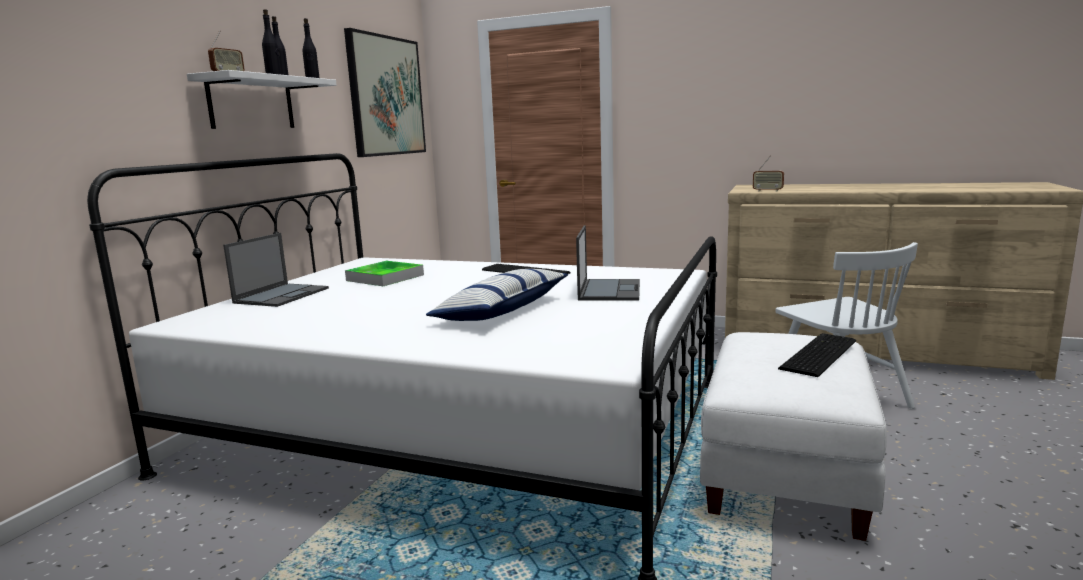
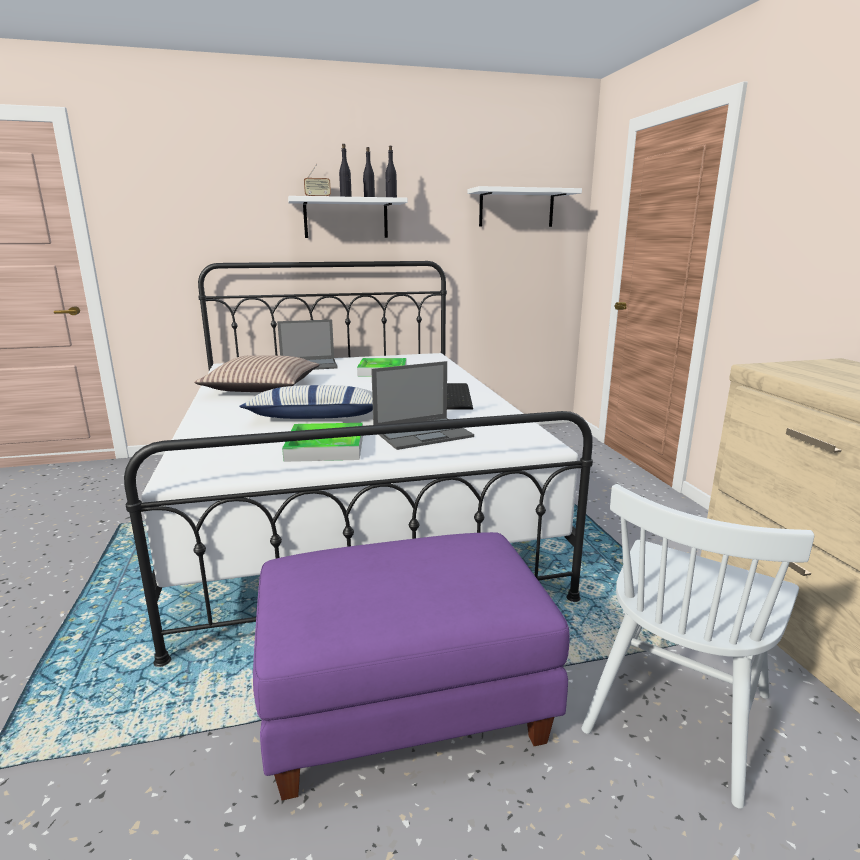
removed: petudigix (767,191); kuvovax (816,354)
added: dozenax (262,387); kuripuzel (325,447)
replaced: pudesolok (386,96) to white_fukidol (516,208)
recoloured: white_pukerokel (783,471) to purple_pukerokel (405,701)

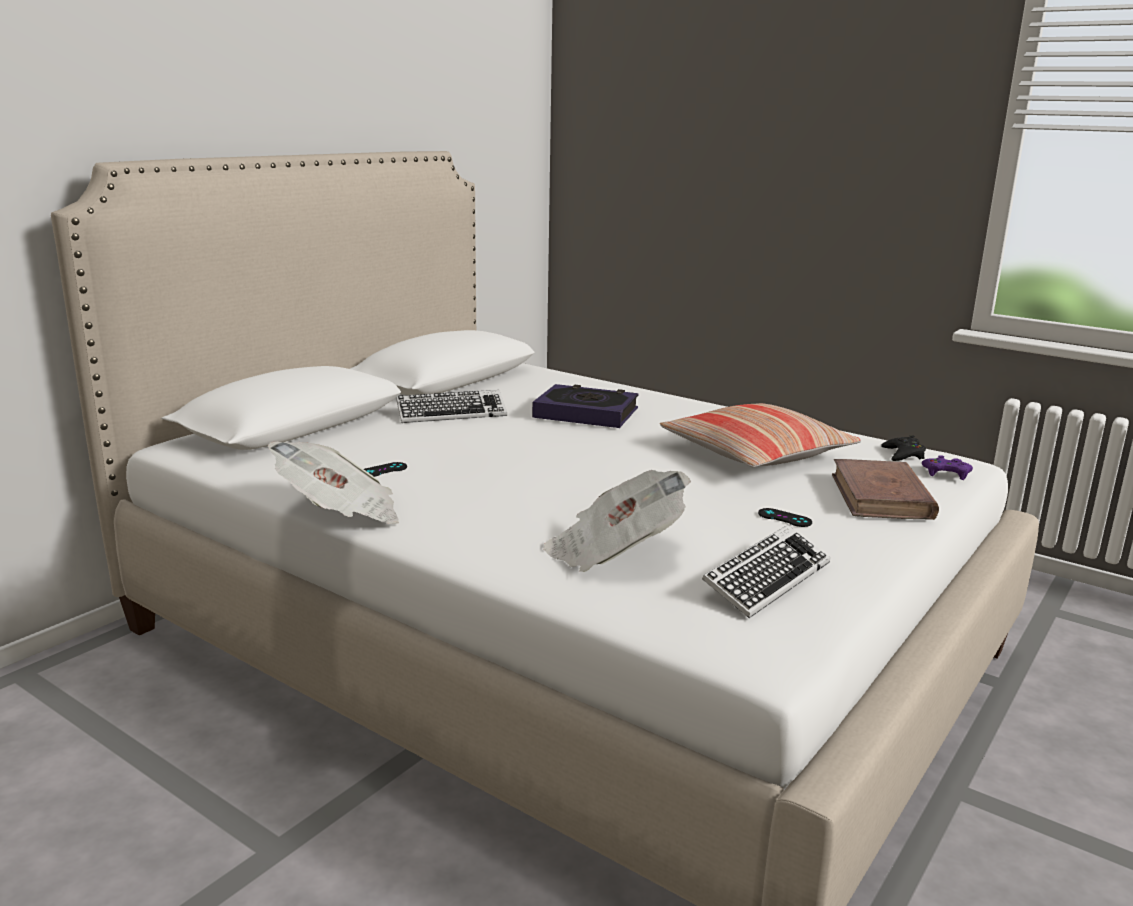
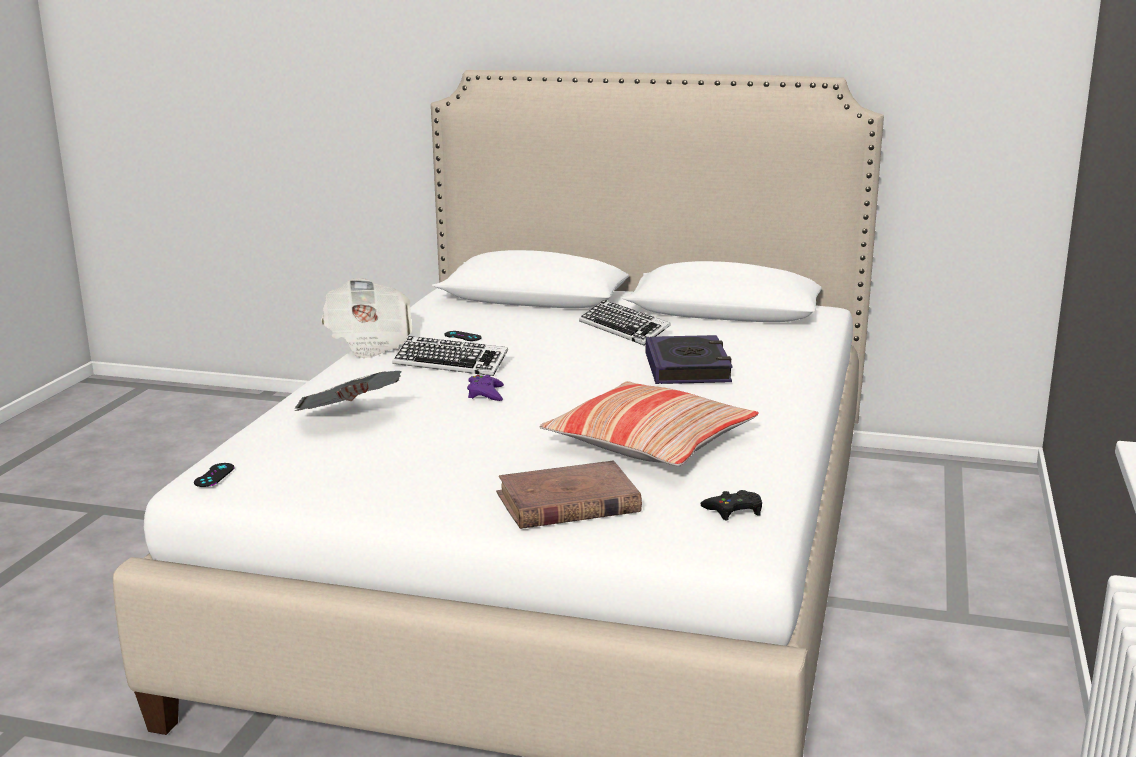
moved: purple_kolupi (946,473) to (485,393); black_kolupi (784,518) to (214,475); kuvovax (766,579) to (450,363)

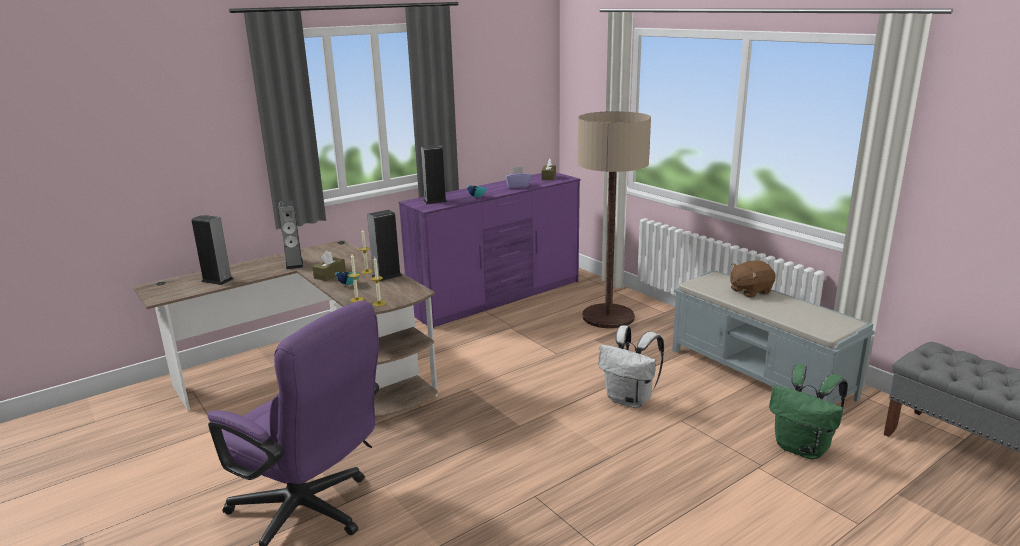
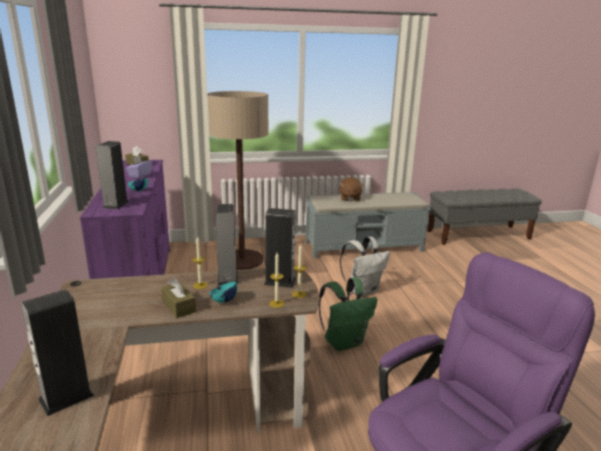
moved: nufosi (294,264) to (280,281); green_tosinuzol (803,448) to (344,342)

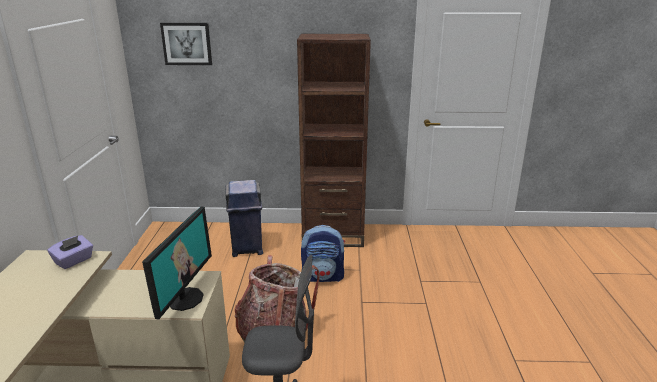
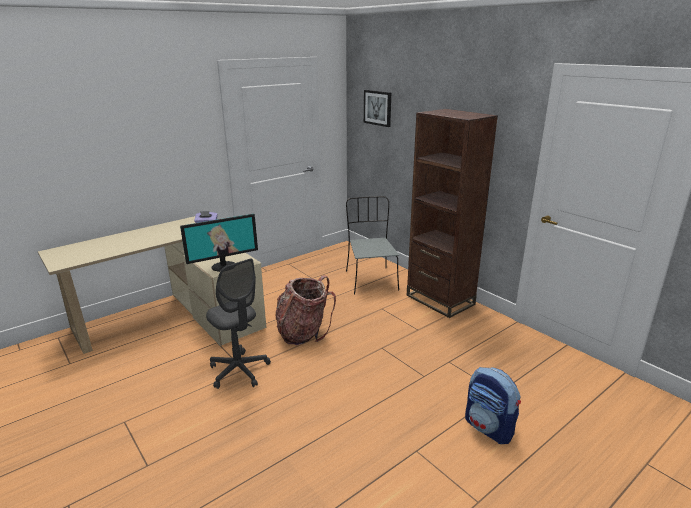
moved: tosinuzol (323,276) to (489,428)
replaced: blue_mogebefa (247,248) to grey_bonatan (370,280)

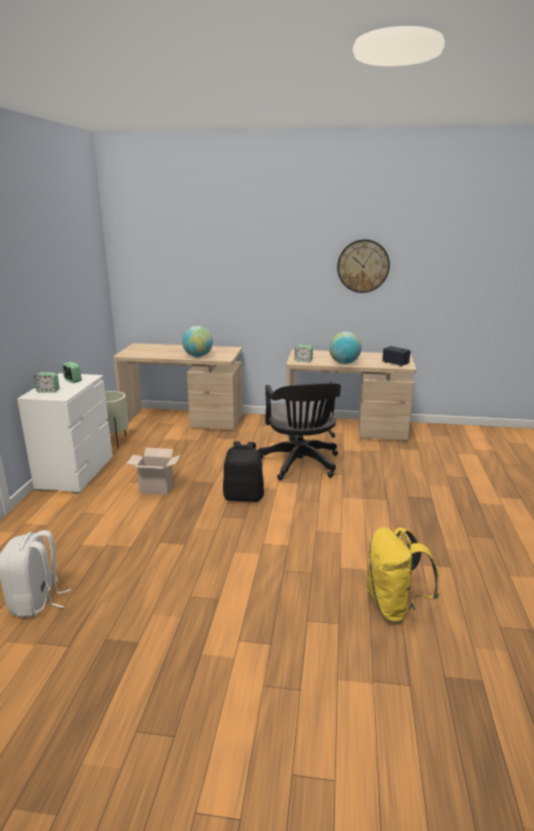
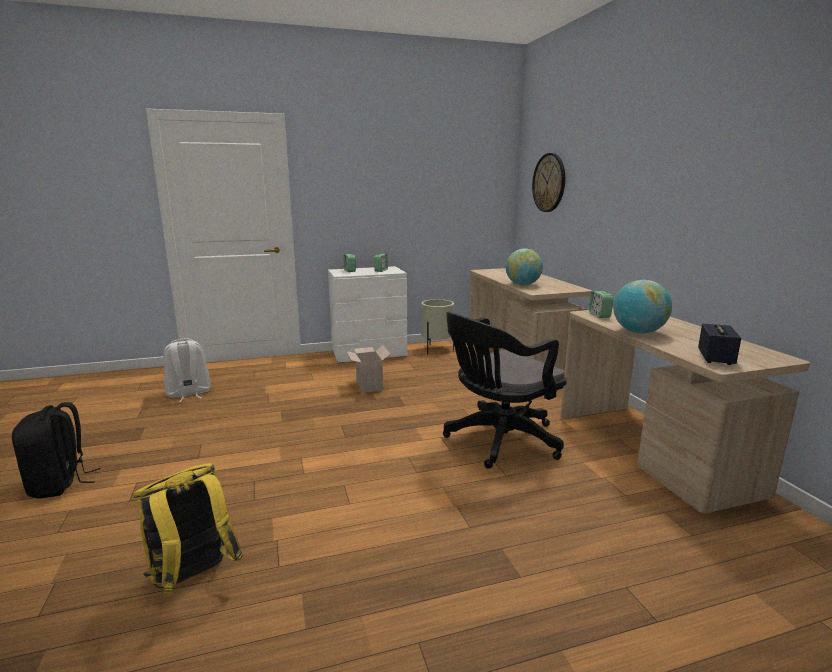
moved: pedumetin (363,266) to (549,182); black_tosinuzol (244,496) to (60,484)

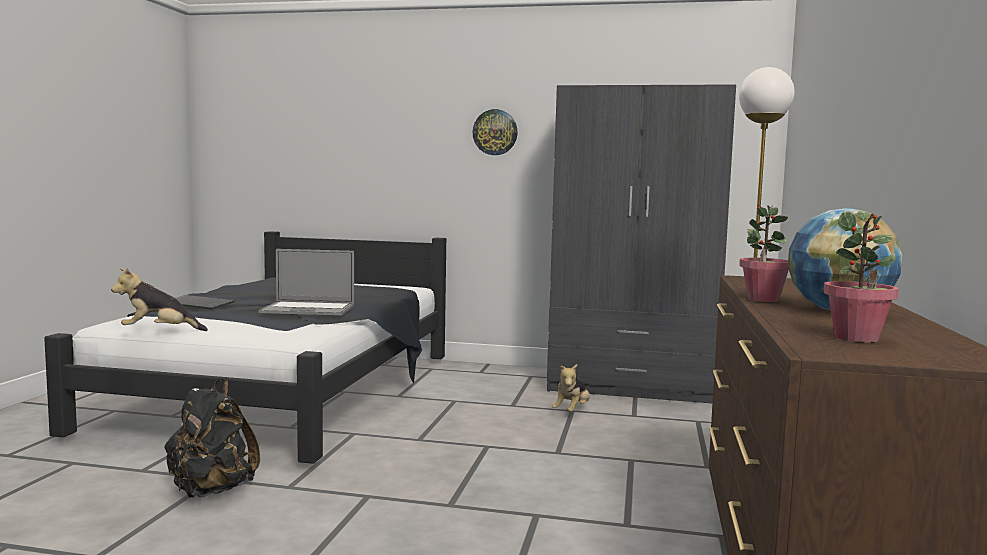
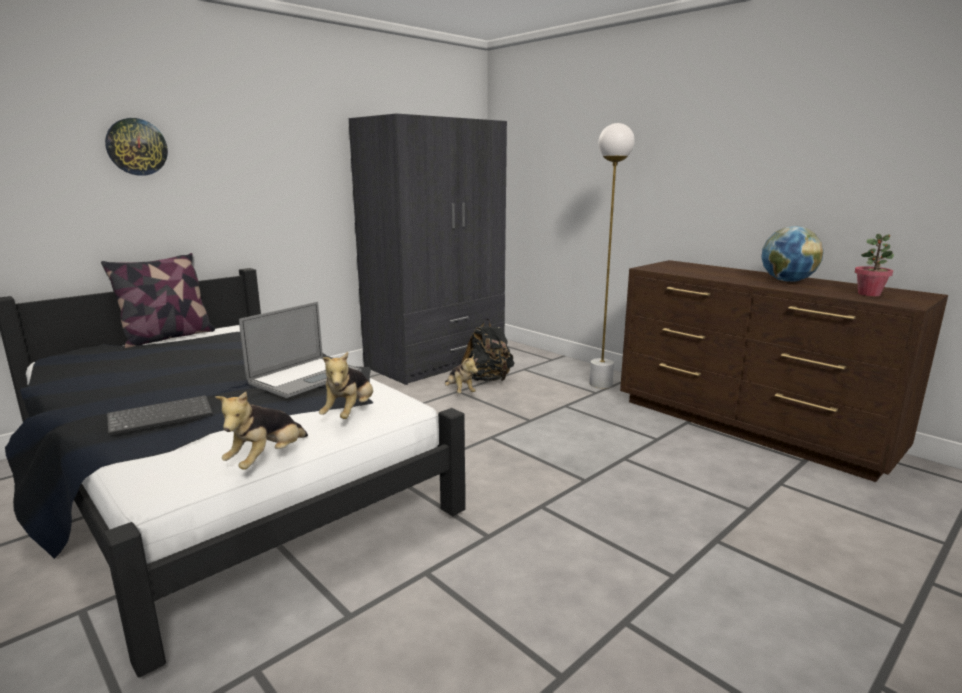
removed: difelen (763,299)
added: dozenax (167,337); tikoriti (350,413)
moved: pedumetin (495,132) to (136,147); black_tosinuzol (211,491) to (488,380)

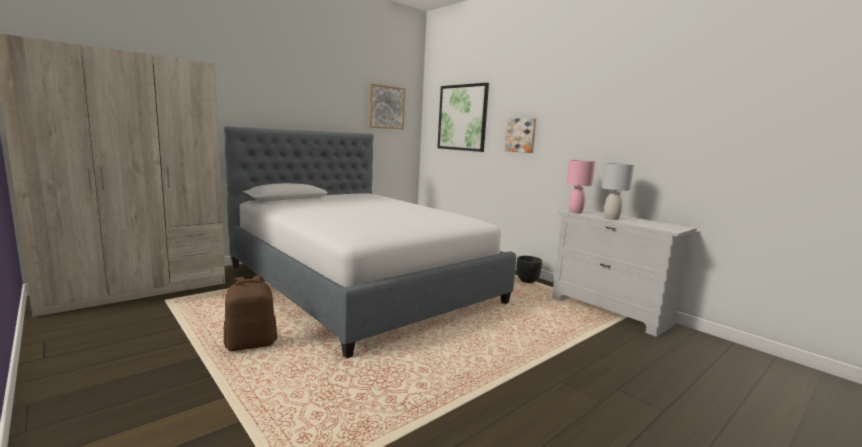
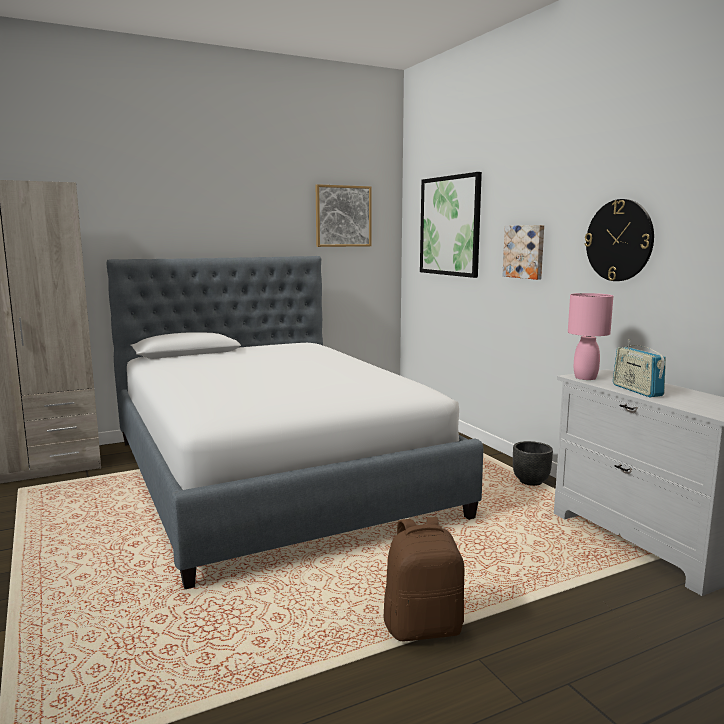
added: pedumetin (619,240)
moved: brown_tosinuzol (251,344) to (423,627)
replaced: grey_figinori (611,218) to petudigix (636,390)

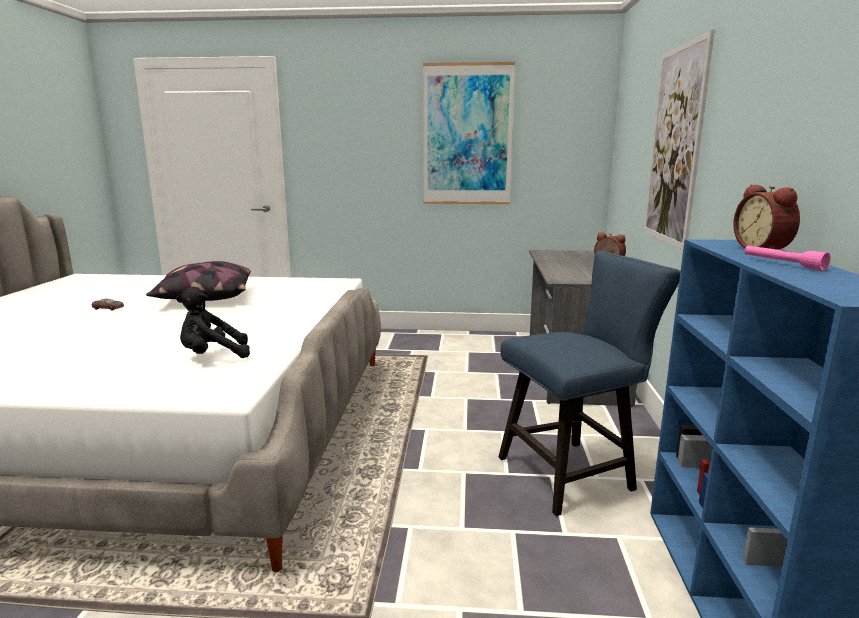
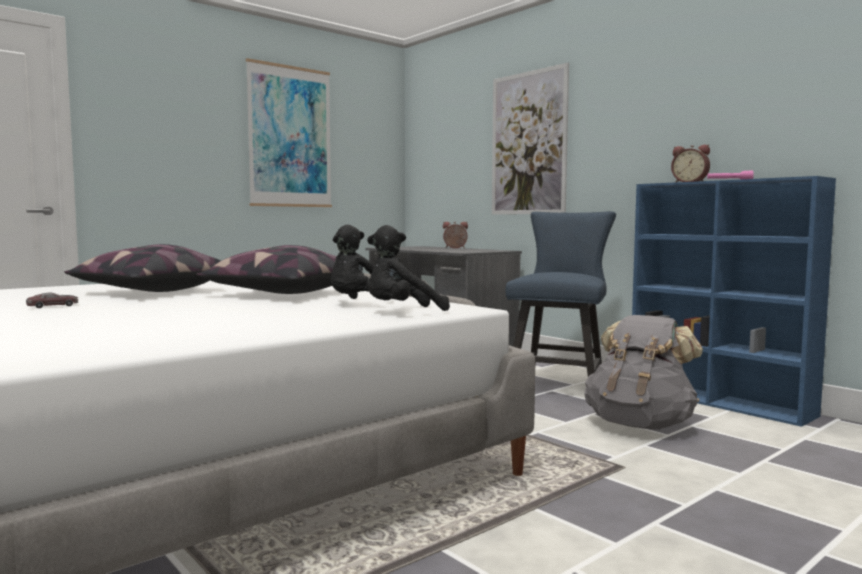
added: black_tikoriti (402,312); dozenax (282,294); grey_tosinuzol (640,425)

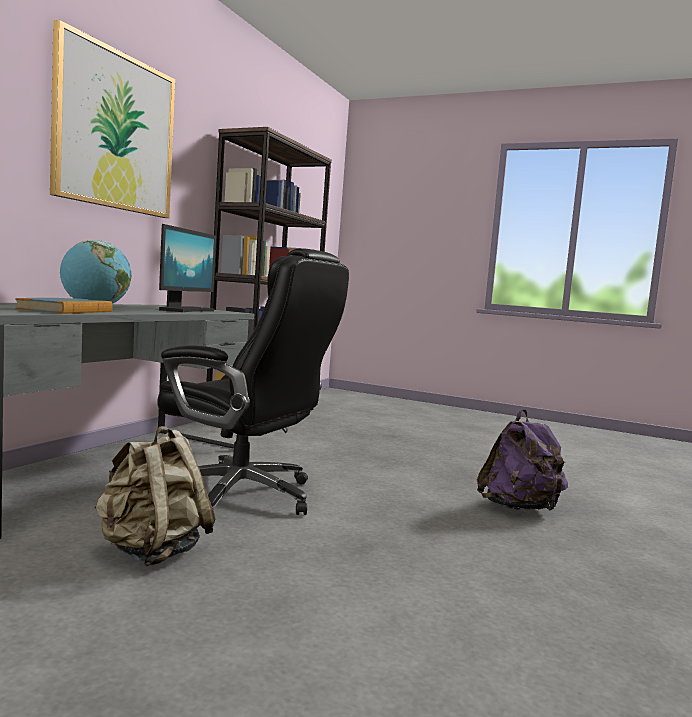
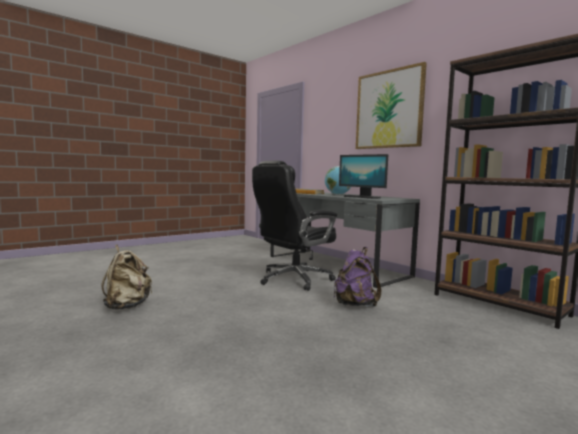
moved: purple_tosinuzol (519,508) to (355,305); beige_tosinuzol (152,551) to (127,306)

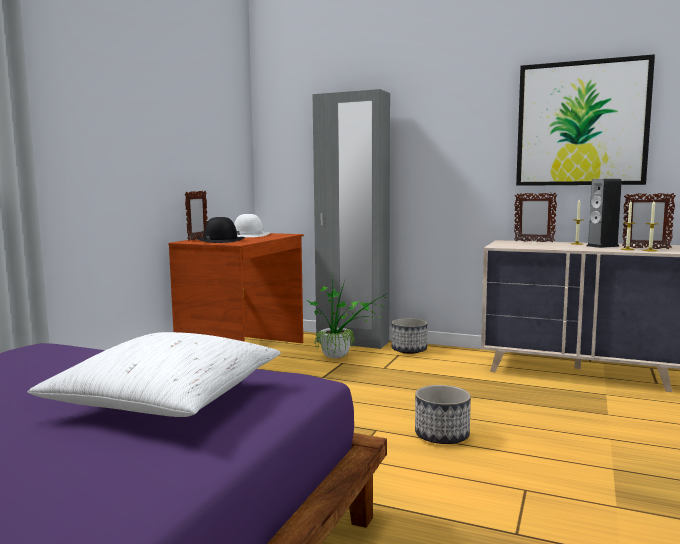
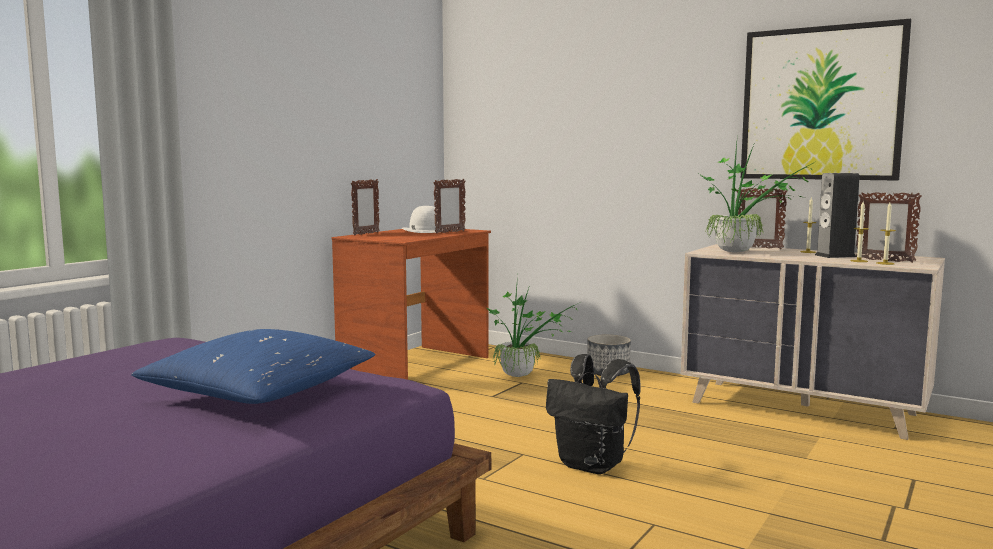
removed: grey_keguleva (352,342); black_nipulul (220,240)
added: difelen (743,252); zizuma (449,232)
replaced: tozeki (442,436) to black_tosinuzol (593,465)
recoloured: white_dozenax (167,399) to blue_dozenax (259,392)

